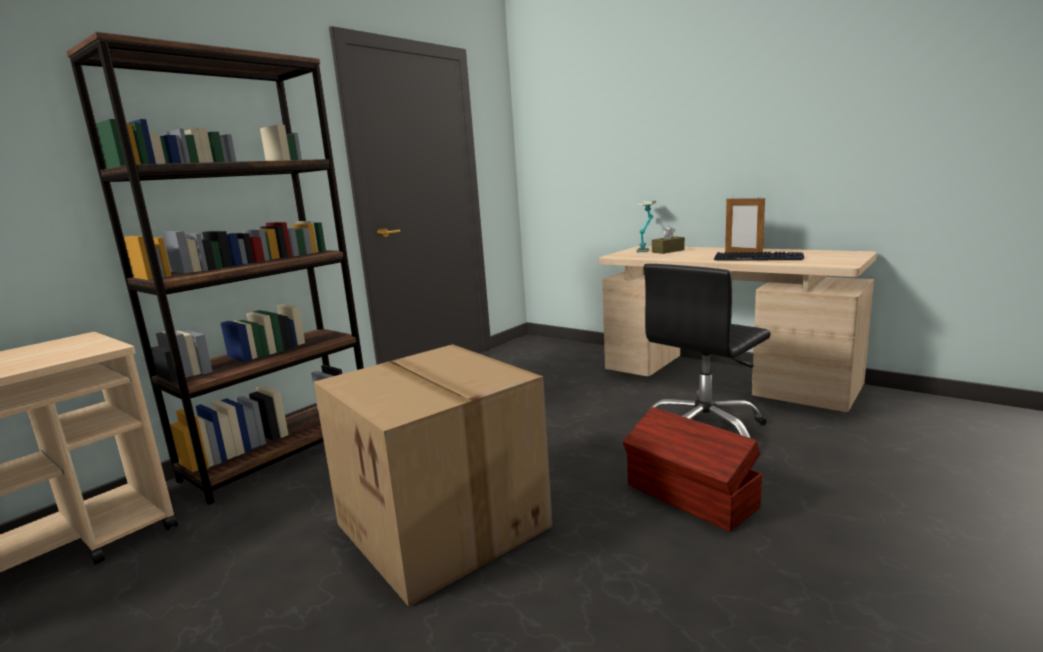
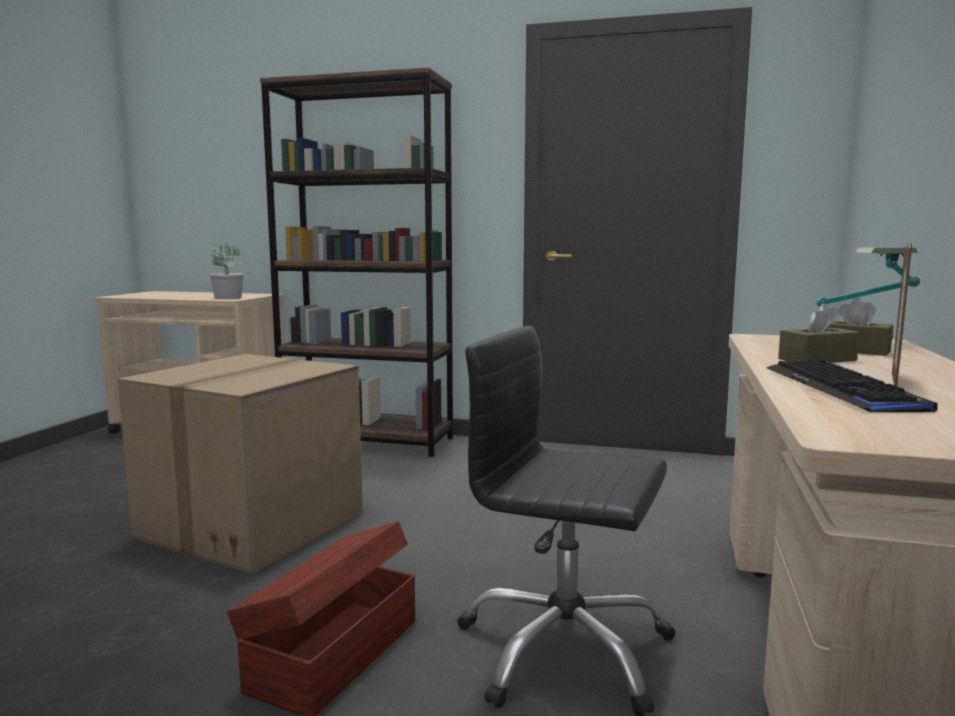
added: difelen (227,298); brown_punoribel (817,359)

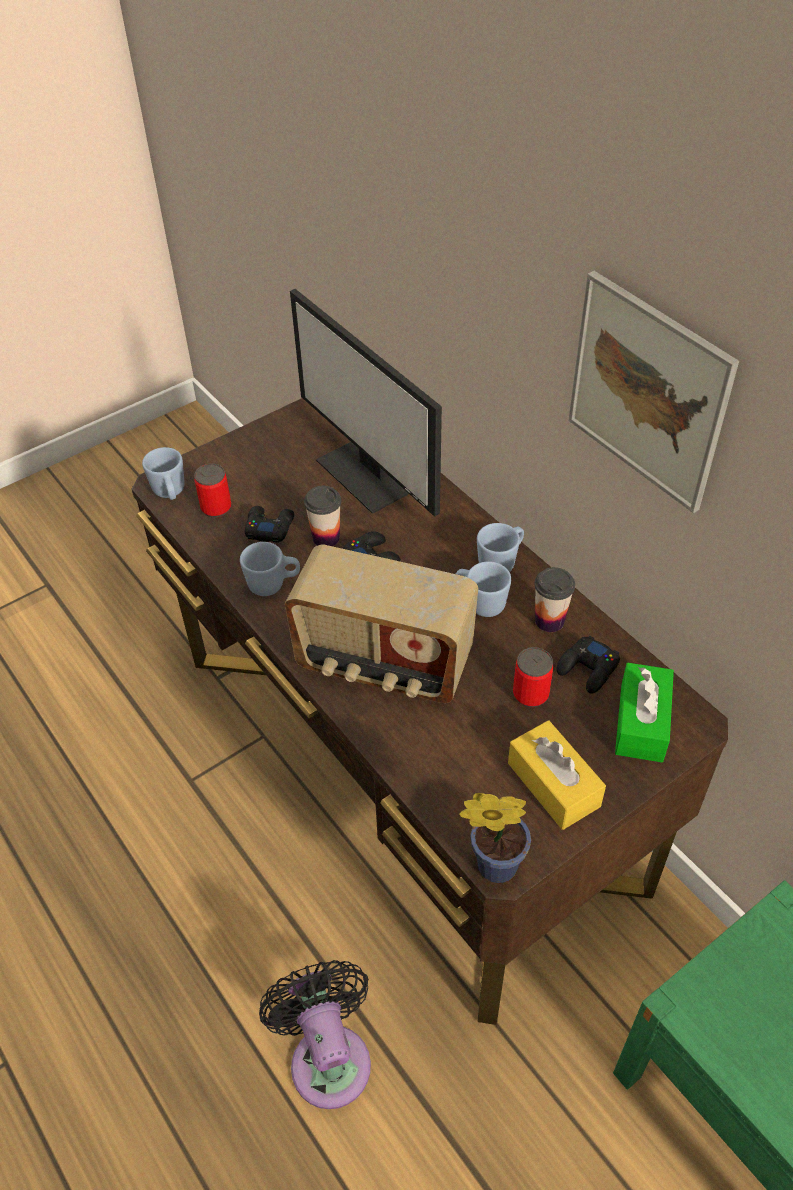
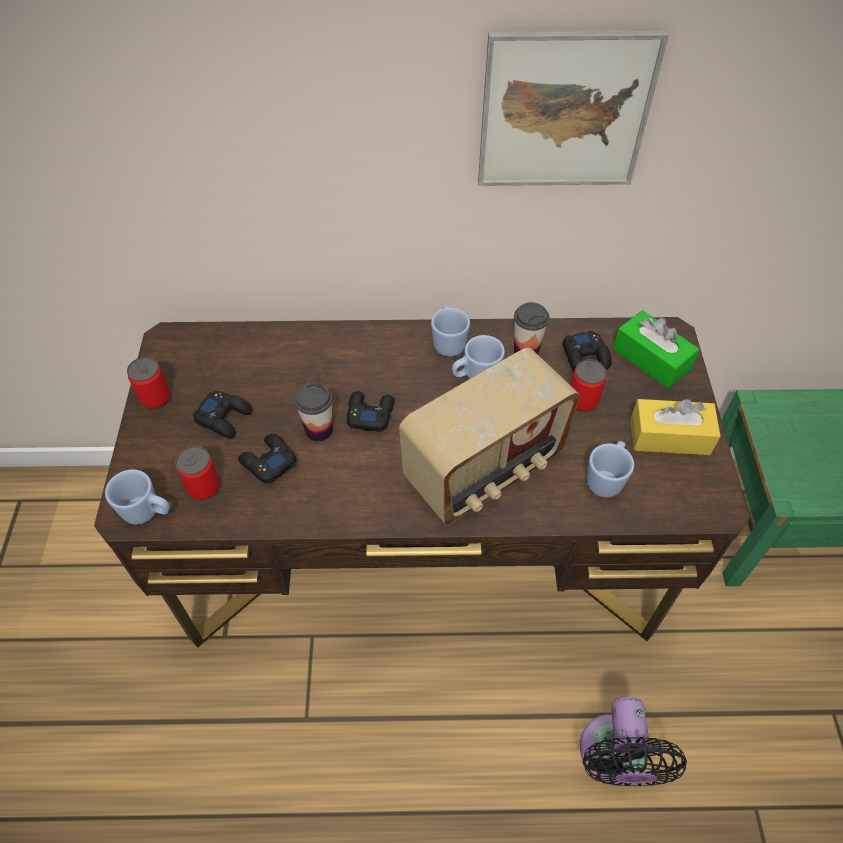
removed: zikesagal (370,474); difelen (491,865)
added: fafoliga (155,398); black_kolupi (224,417)
moved: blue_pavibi (273,585) to (606,479)
turned: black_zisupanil (328,1056) = (613,758) 105 degrees counterclockwise

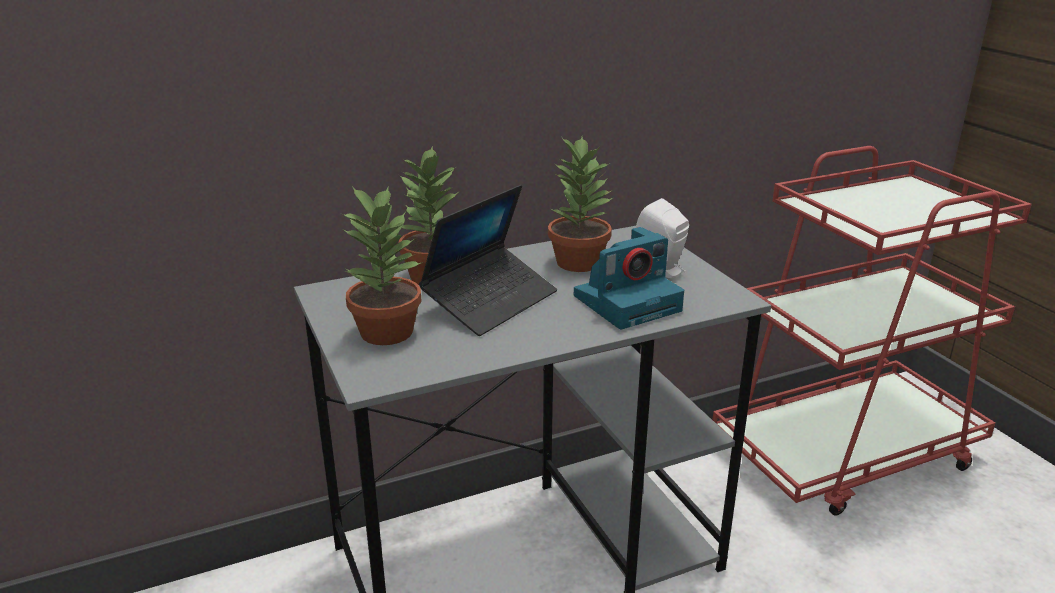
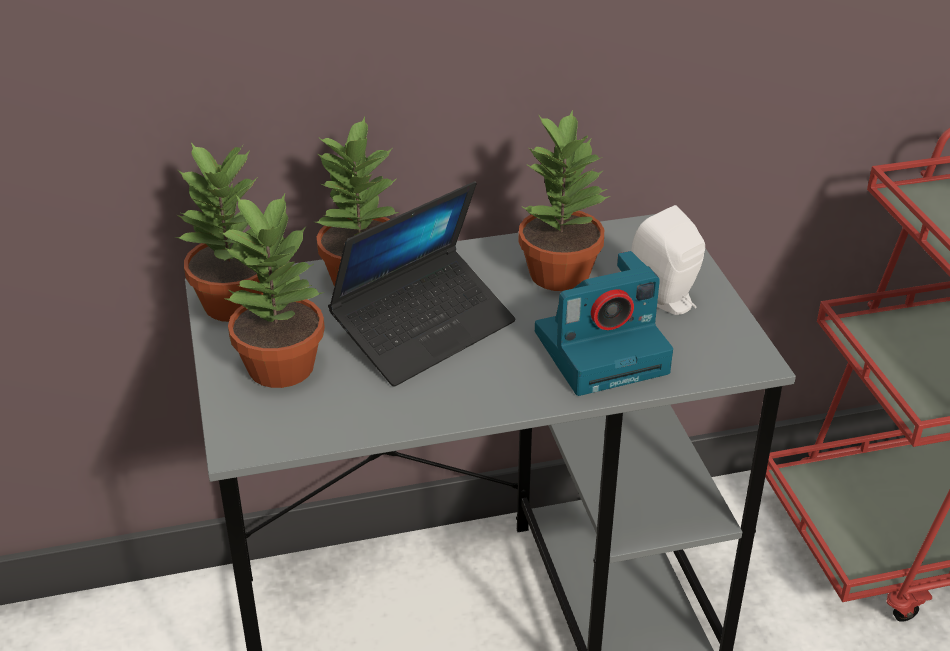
added: difelen (235,304)

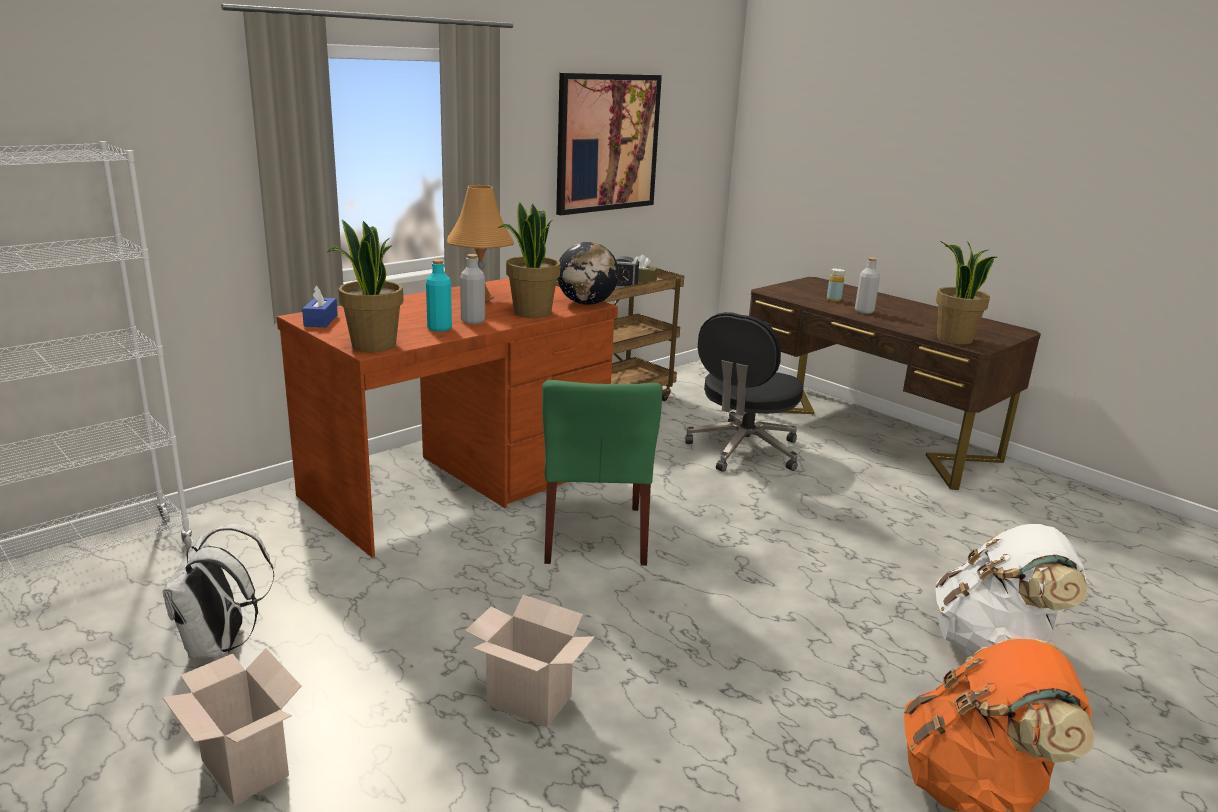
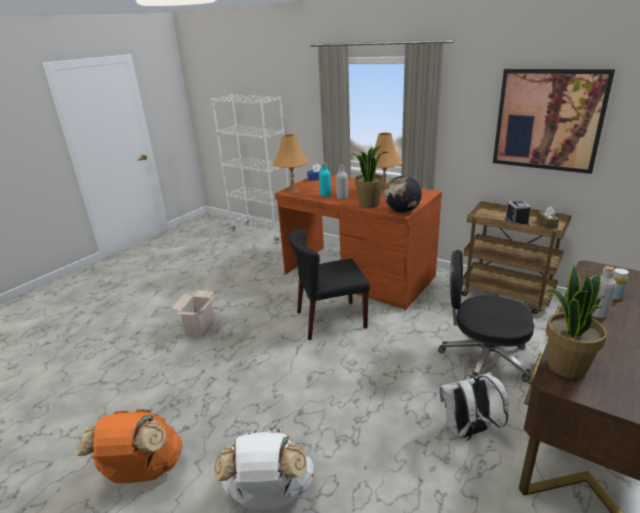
removed: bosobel (241,767)
moved: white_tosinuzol (220,646) to (468,431)
replaced: difelen (372,345) to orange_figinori (293,191)
recoloured: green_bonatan (594,535) to black_bonatan (330,320)

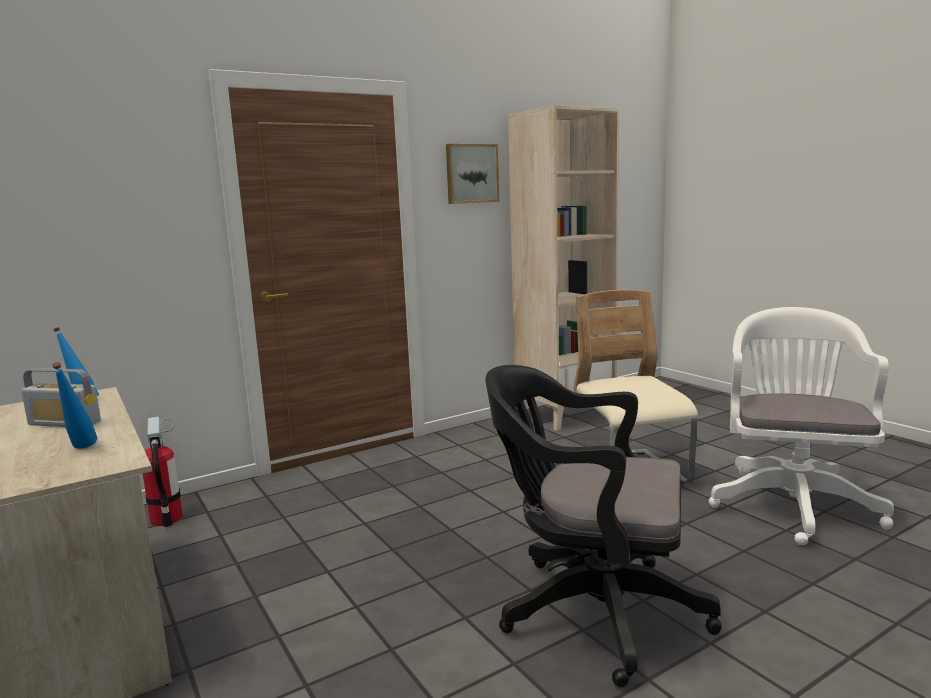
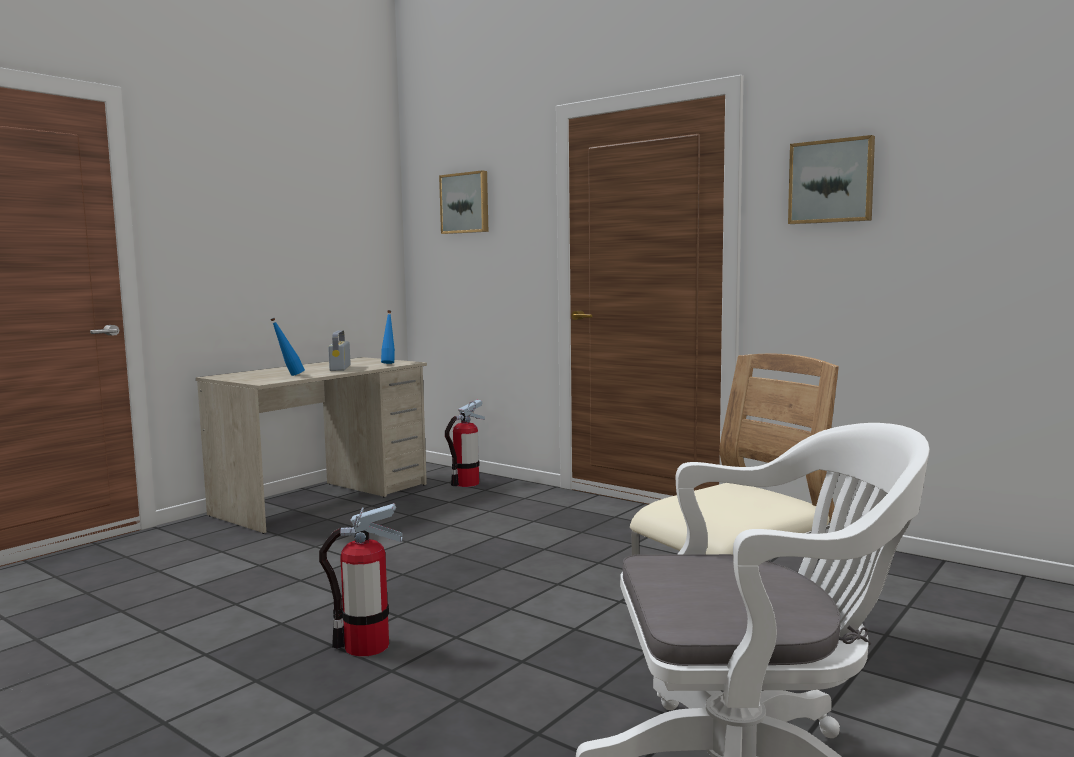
removed: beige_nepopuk (565,415)
added: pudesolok (466,203)
replaced: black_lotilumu (591,610) to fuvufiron (366,646)

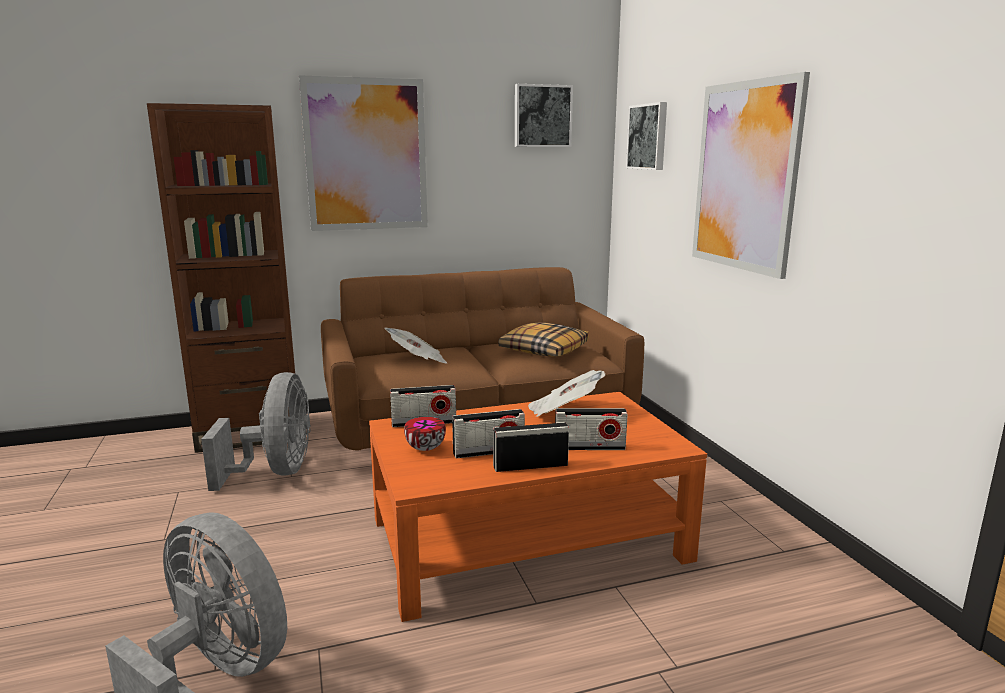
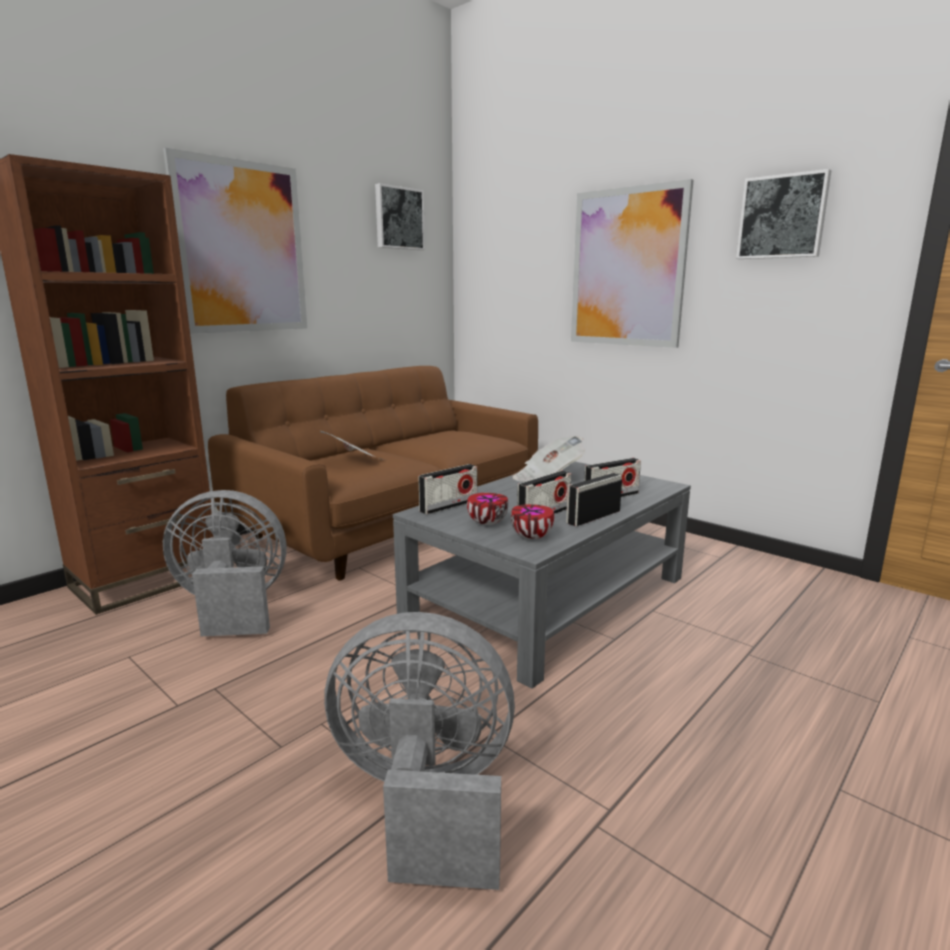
removed: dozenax (543,350)
added: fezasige (532,537)
moved: pudesolok (648,137) to (782,217)
recoloured: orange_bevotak (528,538) to grey_bevotak (549,597)
turned: grey_zisupanil (276,472) = (232,608) 60 degrees counterclockwise

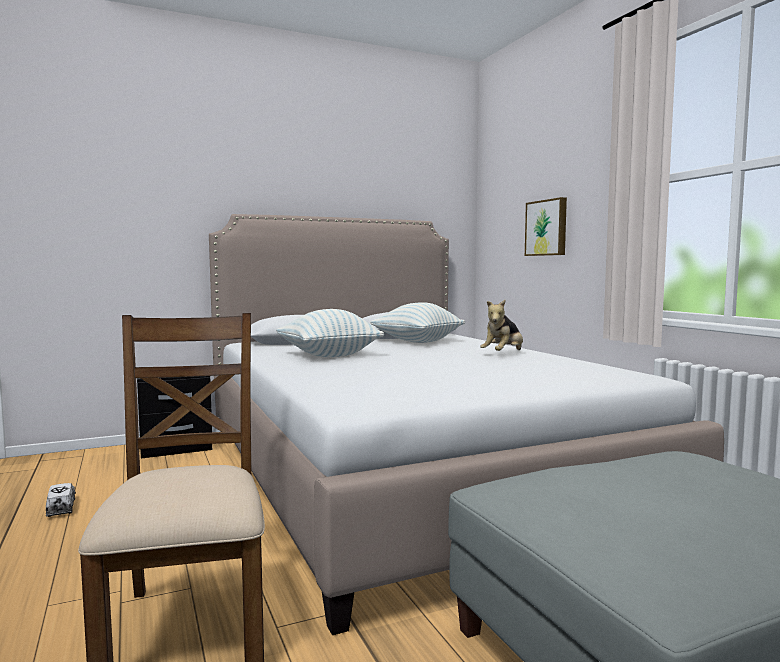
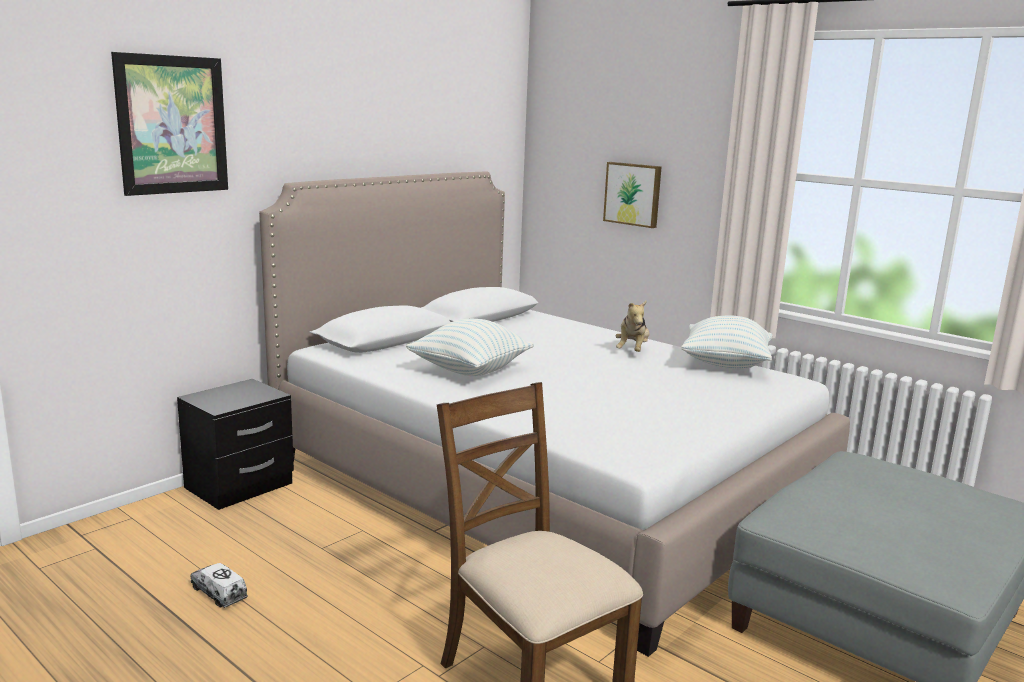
added: pudesolok (172,125)
moved: dozenax (417,341) to (725,365)

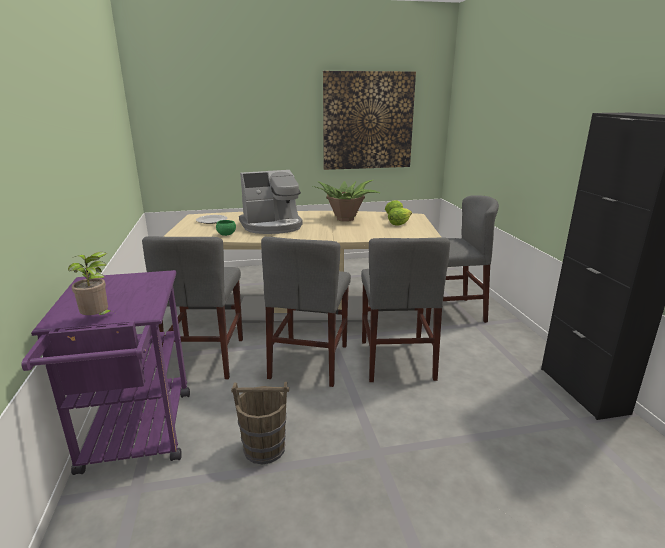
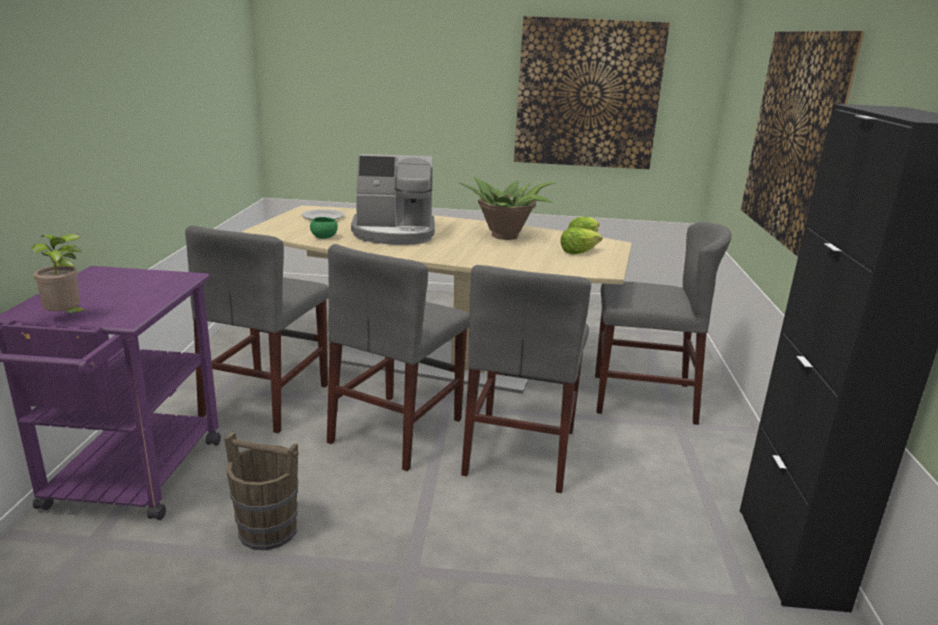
added: pudesolok (795,137)

